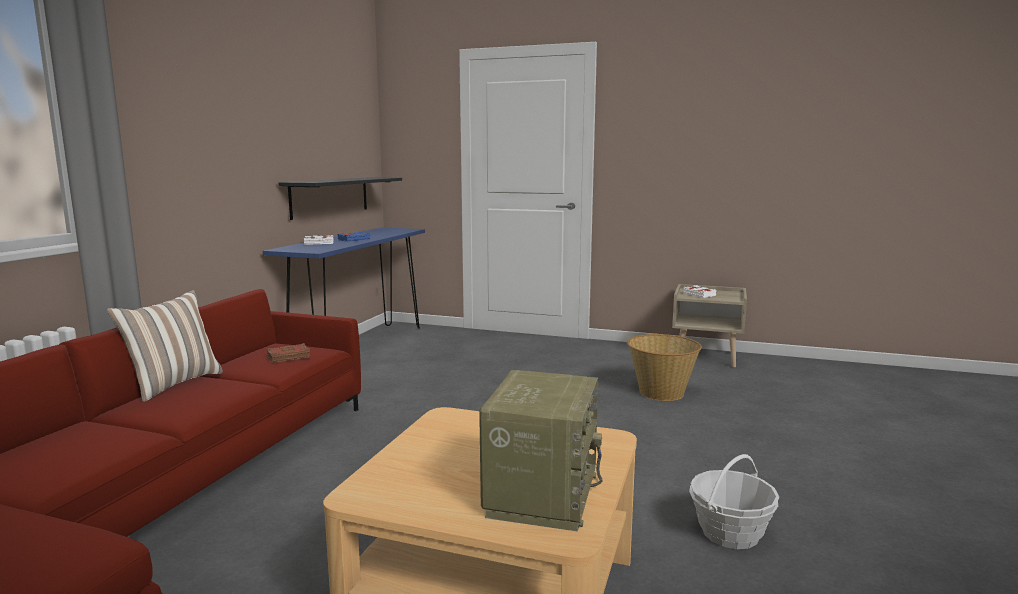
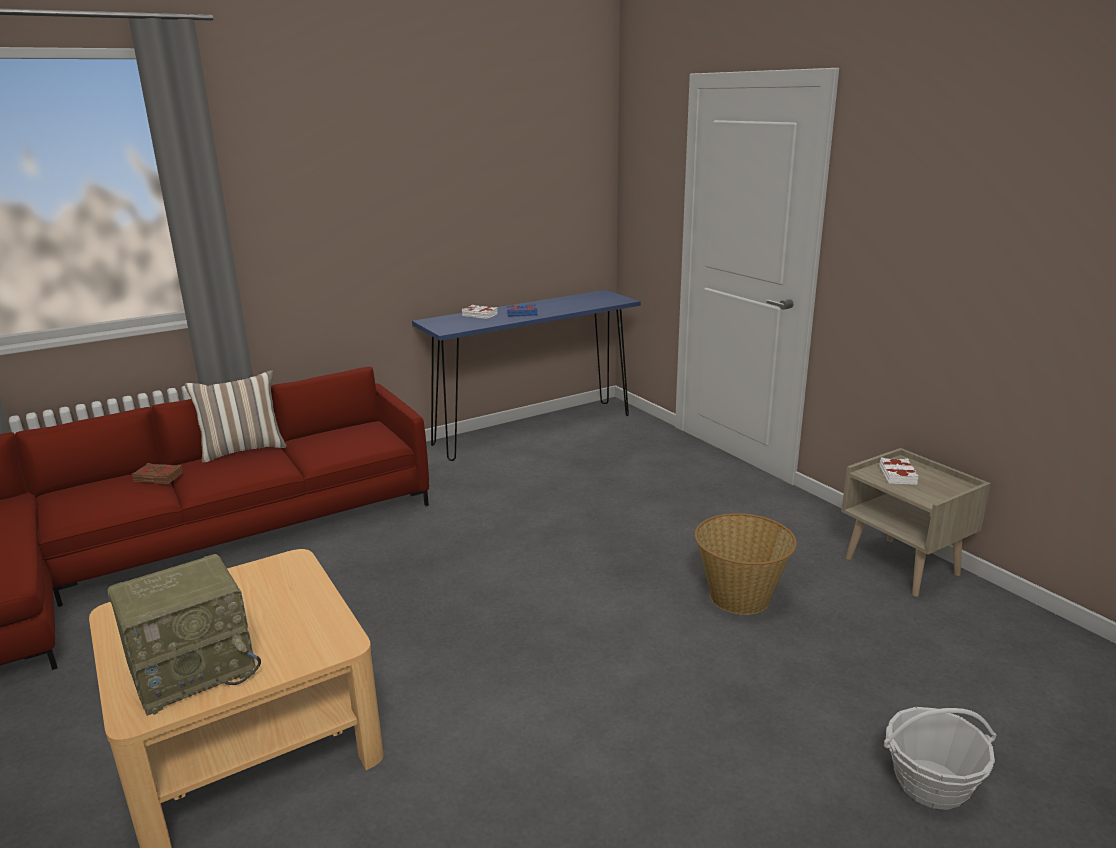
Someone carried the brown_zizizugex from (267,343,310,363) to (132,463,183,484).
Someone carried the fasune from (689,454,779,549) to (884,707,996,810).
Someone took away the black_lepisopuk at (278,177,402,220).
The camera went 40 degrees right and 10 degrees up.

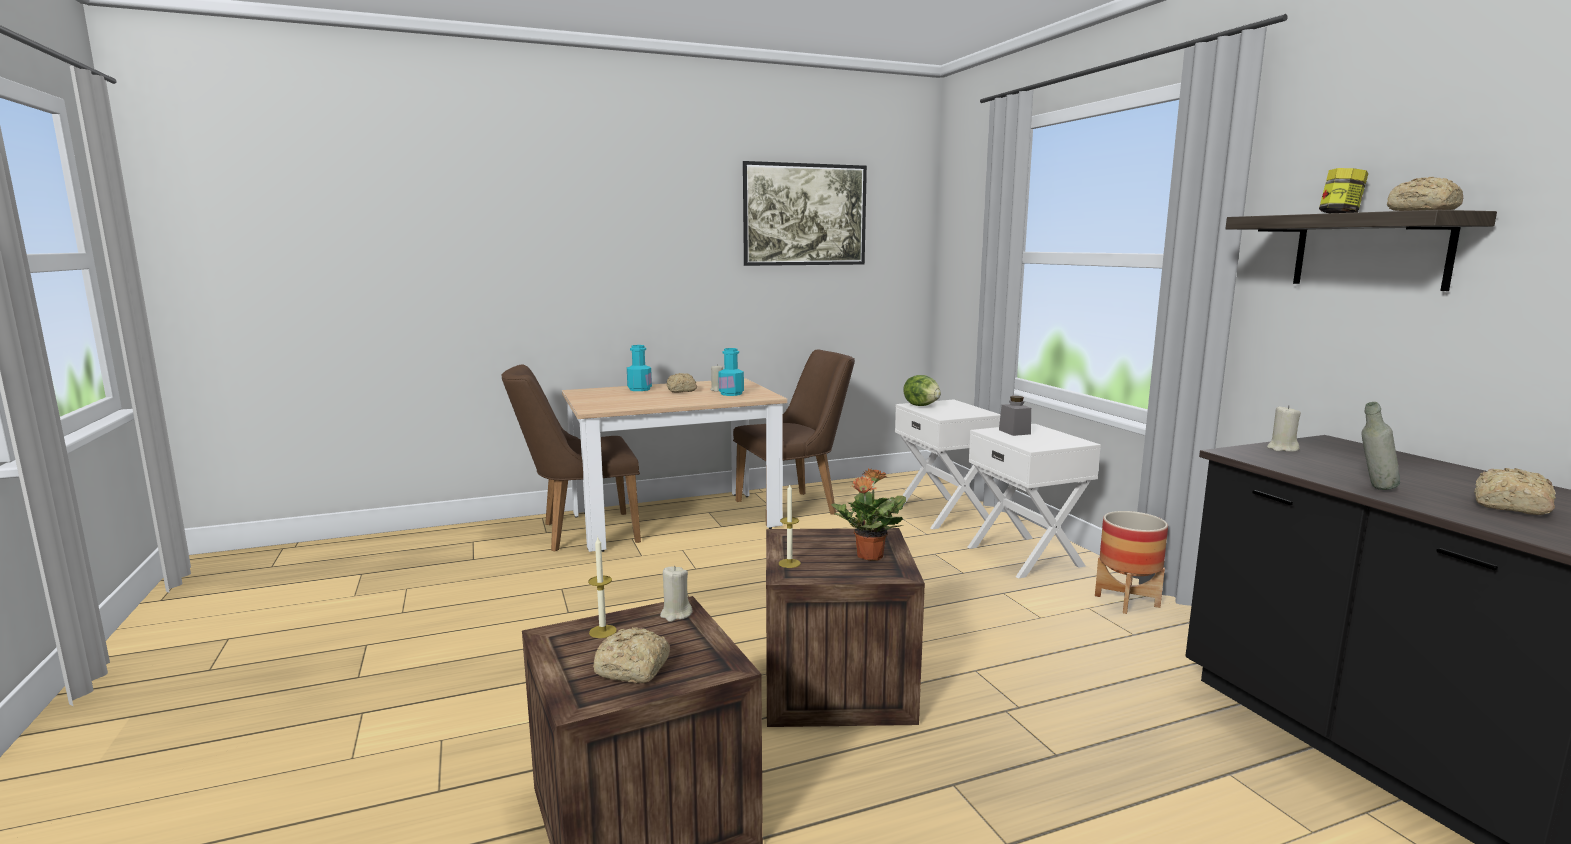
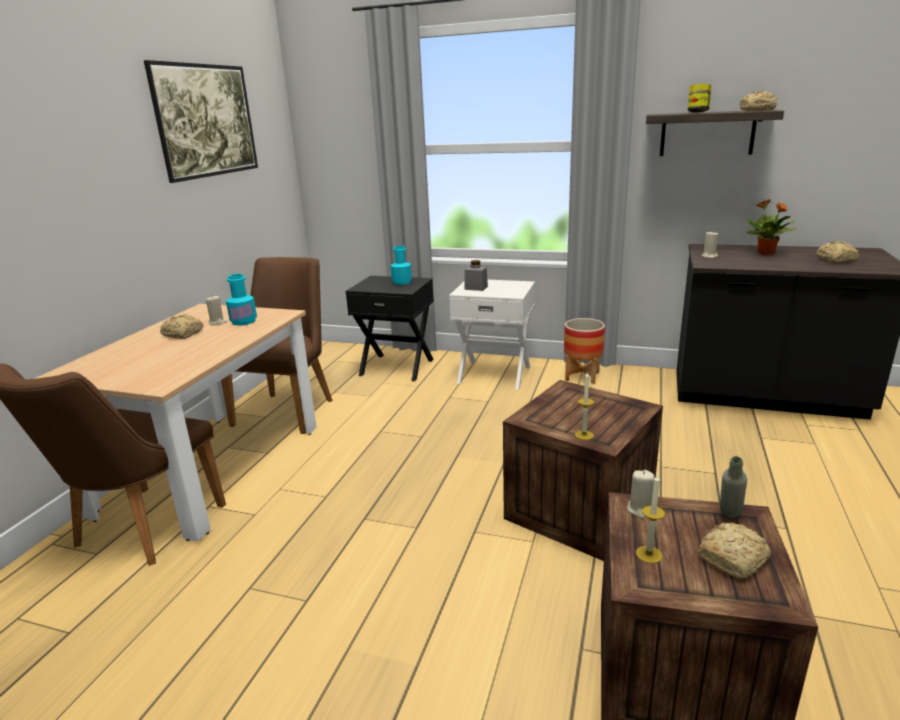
Someone repainted the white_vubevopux at (895,399,1001,529), which became the black_vubevopux at (346,276,434,381).
Someone carried the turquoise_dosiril from (627,345,652,391) to (391,245,412,285).
Someone carried the grey_dosiril from (1361,402,1400,490) to (720,456,747,518).
Someone carried the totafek from (831,468,906,561) to (745,199,796,255).
Someone took away the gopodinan at (903,375,941,406).
The camera went 50 degrees left and 10 degrees up.

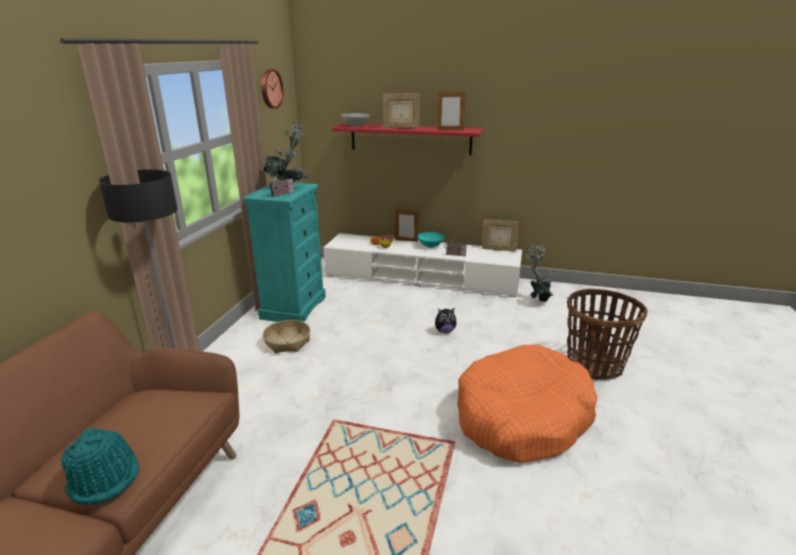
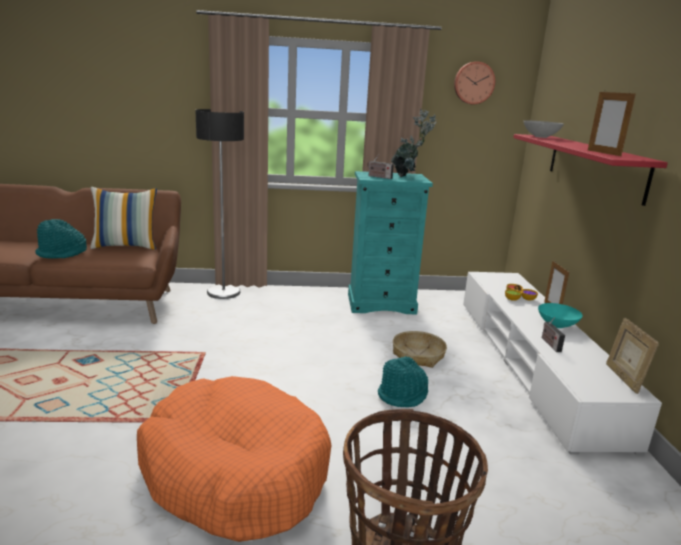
Someone put down the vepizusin at (90,187,157,250).
Someone swapped the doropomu at (435,307,456,333) for the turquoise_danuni at (378,356,428,407).
Someone carried the fasune from (263,320,310,353) to (393,331,447,368).
Someone took away the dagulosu at (383,93,419,128).
Someone took away the totafek at (525,244,556,302).
The camera went 70 degrees right and 5 degrees down.

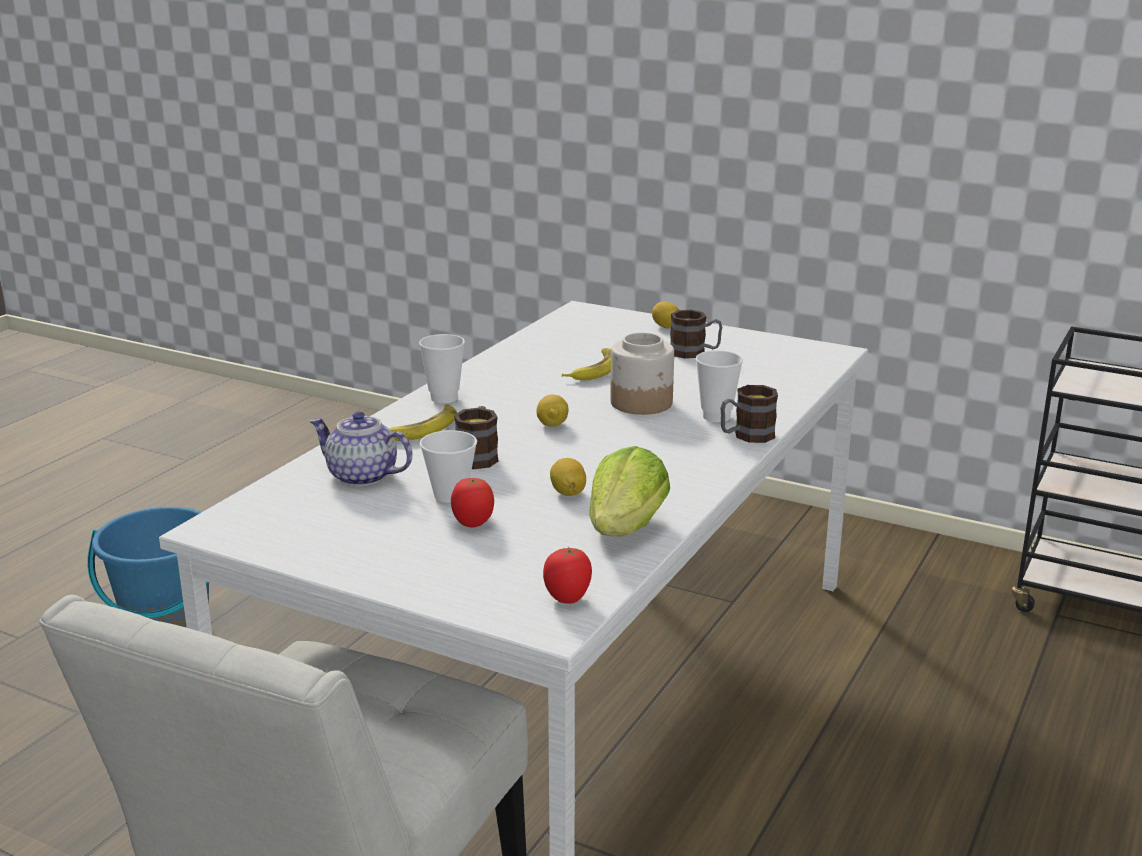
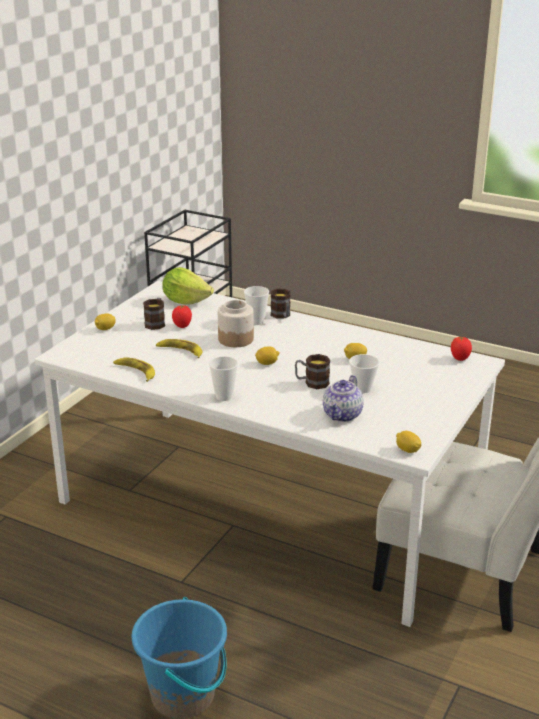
Someone carried the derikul from (389,405,457,441) to (113,357,155,382).
Someone carried the gopodinan from (589,446,670,537) to (162,267,214,304).
Someone carried the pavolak from (451,478,494,527) to (172,305,192,328).
Someone put down the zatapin at (396,431,421,453).
The camera went 90 degrees left and 5 degrees up.

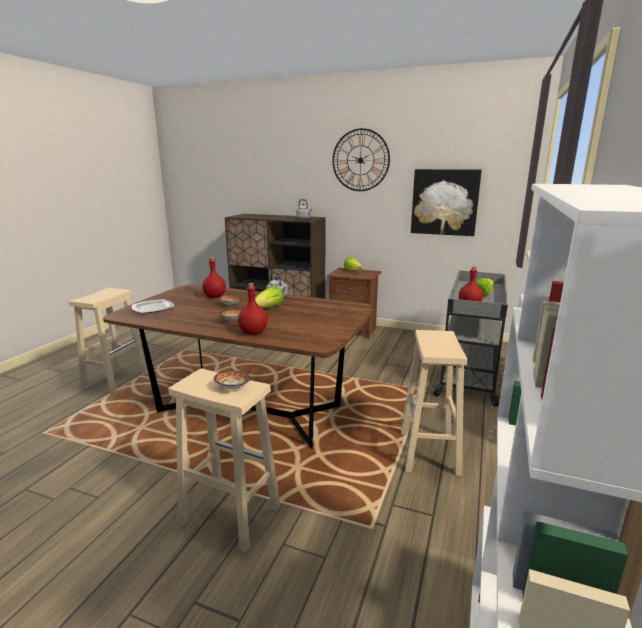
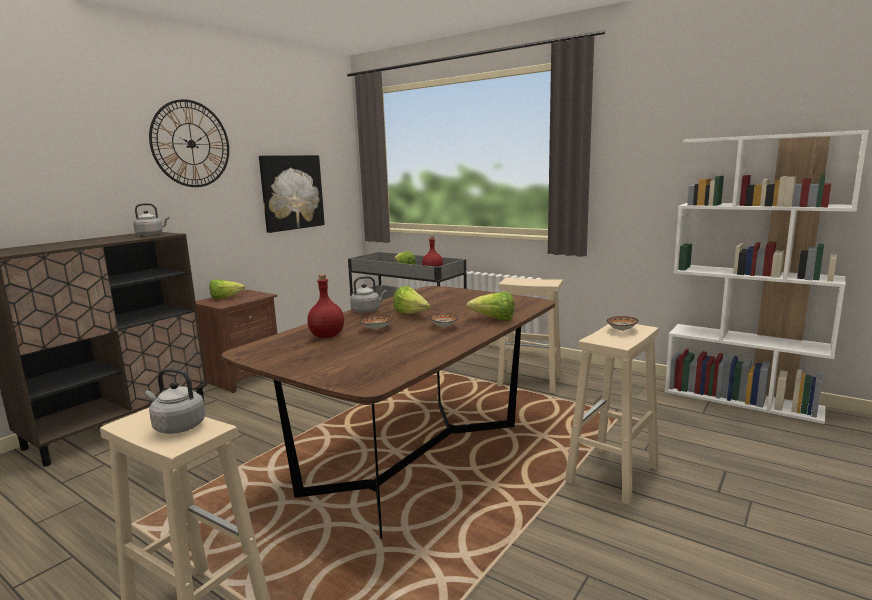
Someone put down the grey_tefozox at (145,368,206,434).
Someone swapped the red_dosiril at (238,283,268,335) for the gopodinan at (466,292,514,321).
Someone took away the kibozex at (132,299,174,313).
The camera went 75 degrees left and 5 degrees down.

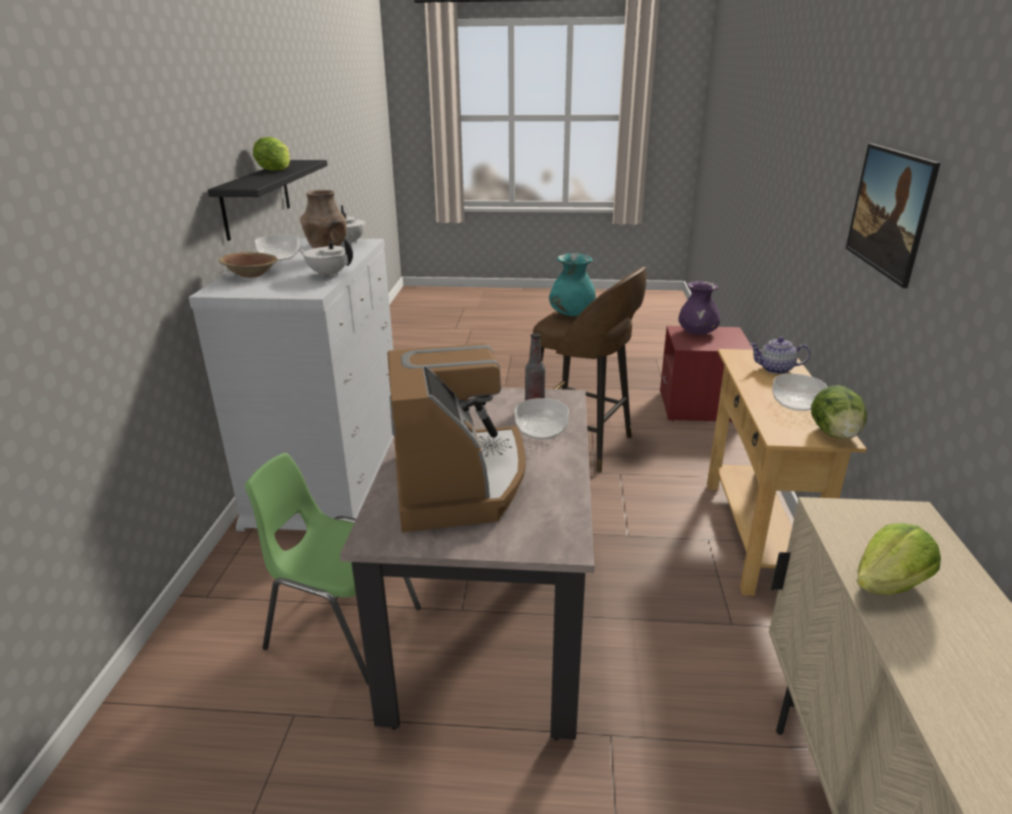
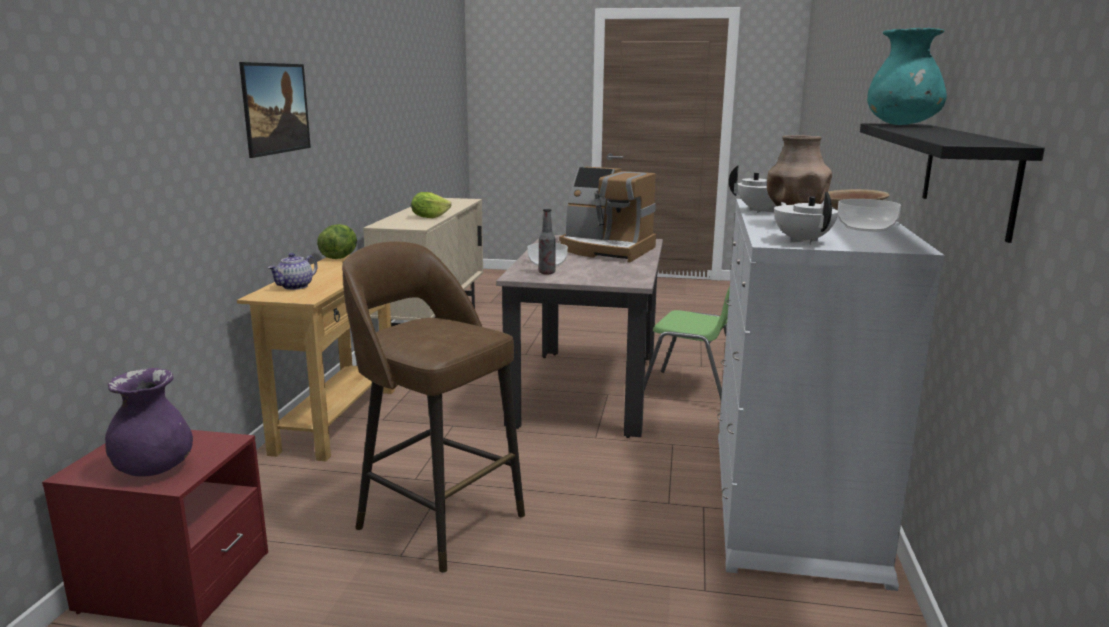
Someone rotated the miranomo at (750,337,810,374) by 105 degrees clockwise.
Someone rotated the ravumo at (387,343,526,532) by 60 degrees counterclockwise.
Someone carried the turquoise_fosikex from (549,253,596,316) to (867,28,947,125).
Someone took away the gopodinan at (253,137,290,171).
Someone took away the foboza at (772,374,827,411).
The camera went 175 degrees left and 10 degrees down.

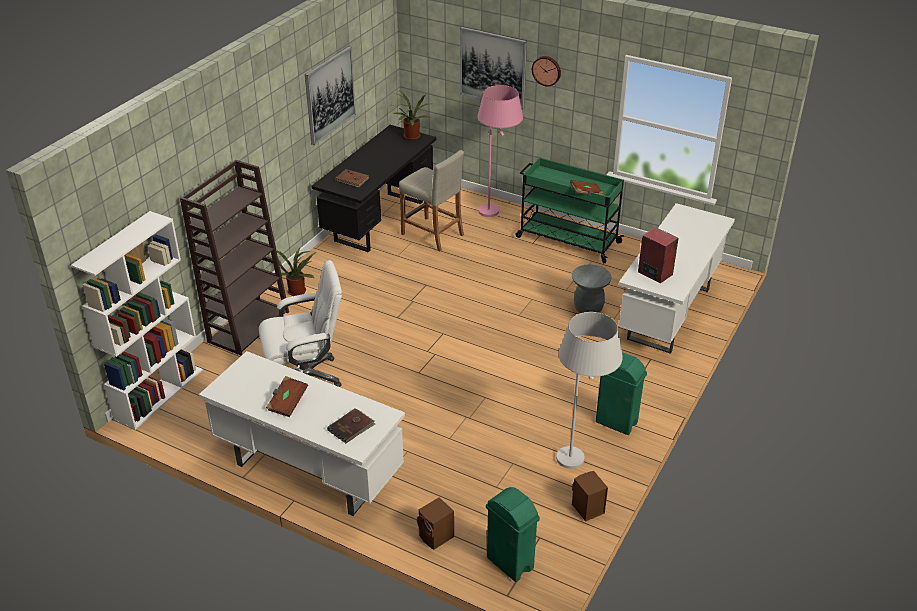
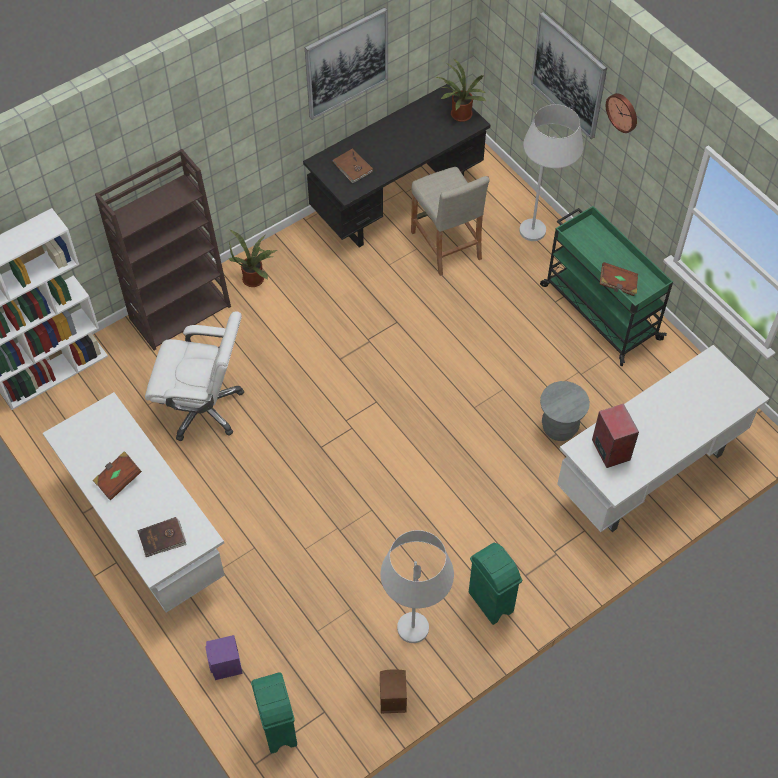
Someone repainted the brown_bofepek at (417,497,454,550), which became the purple_bofepek at (205,635,243,680).
Someone repainted the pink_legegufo at (477,85,523,217), which became the white_legegufo at (519,104,583,241).
The camera went 25 degrees right and 20 degrees up.

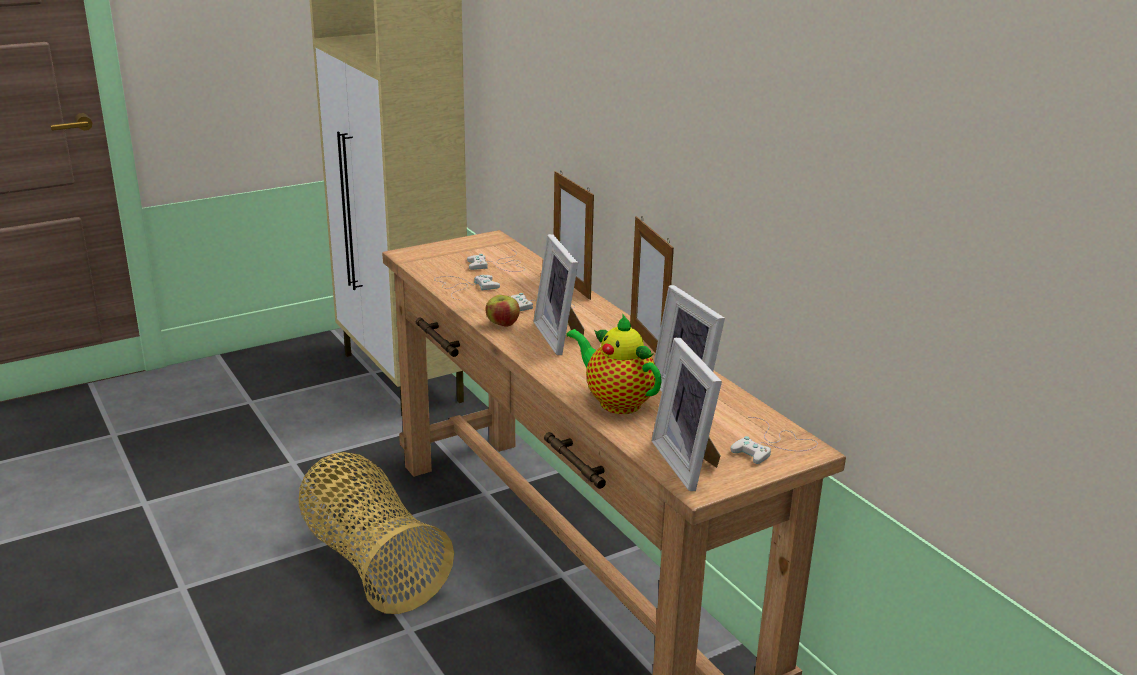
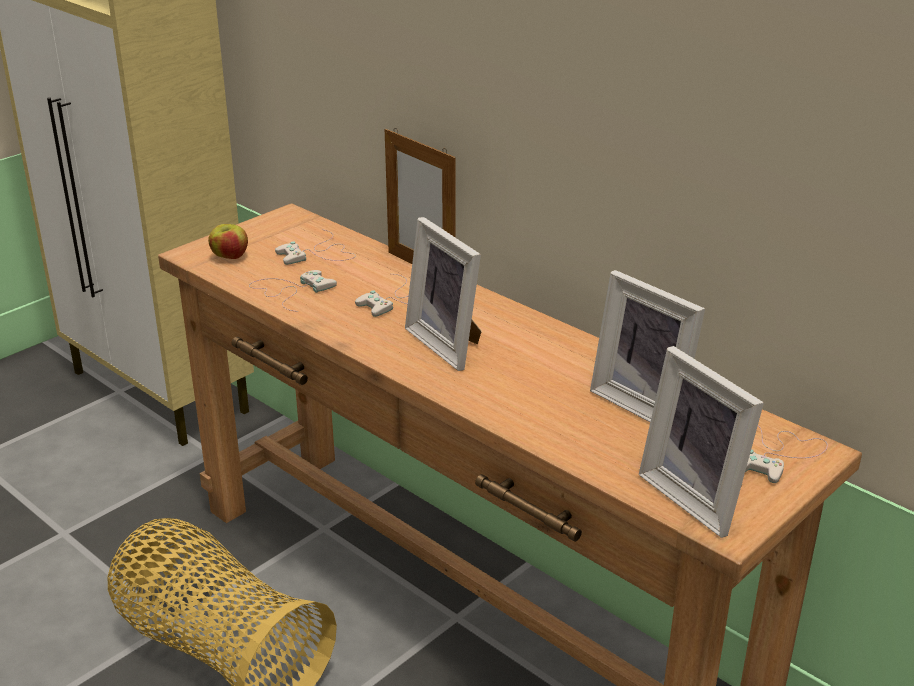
Someone carried the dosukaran from (486,295,520,327) to (208,224,248,259).
Someone took away the miranomo at (566,313,662,414).
Someone took away the dagulosu at (630,216,674,353).
The camera went 15 degrees left and 5 degrees up.

